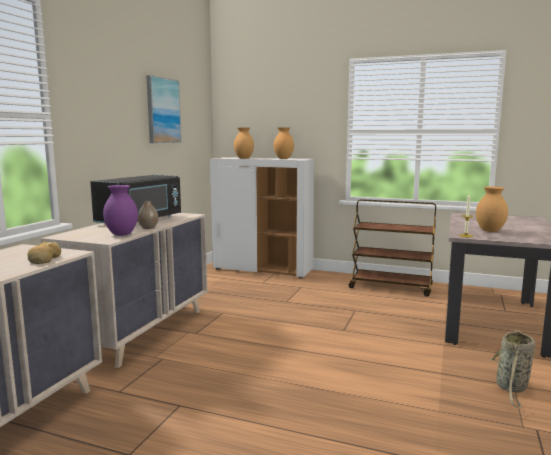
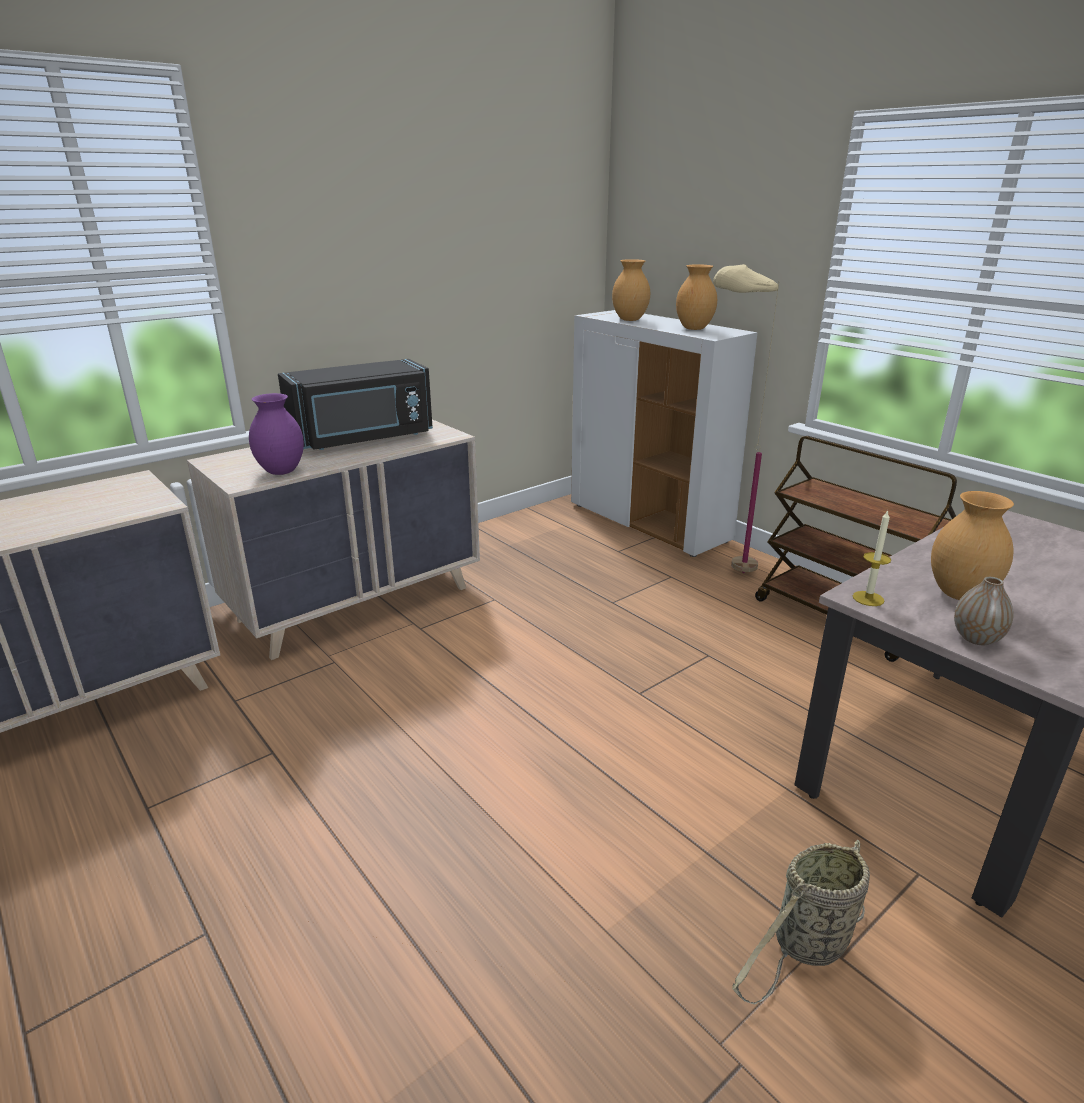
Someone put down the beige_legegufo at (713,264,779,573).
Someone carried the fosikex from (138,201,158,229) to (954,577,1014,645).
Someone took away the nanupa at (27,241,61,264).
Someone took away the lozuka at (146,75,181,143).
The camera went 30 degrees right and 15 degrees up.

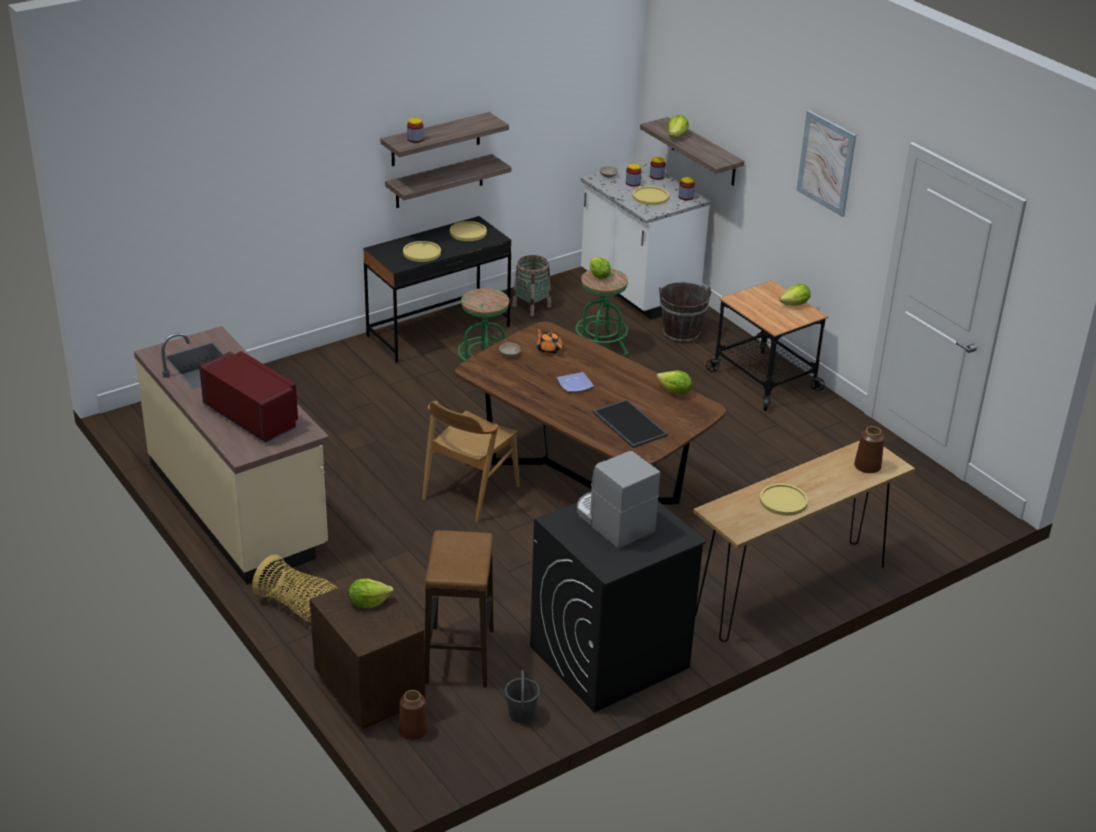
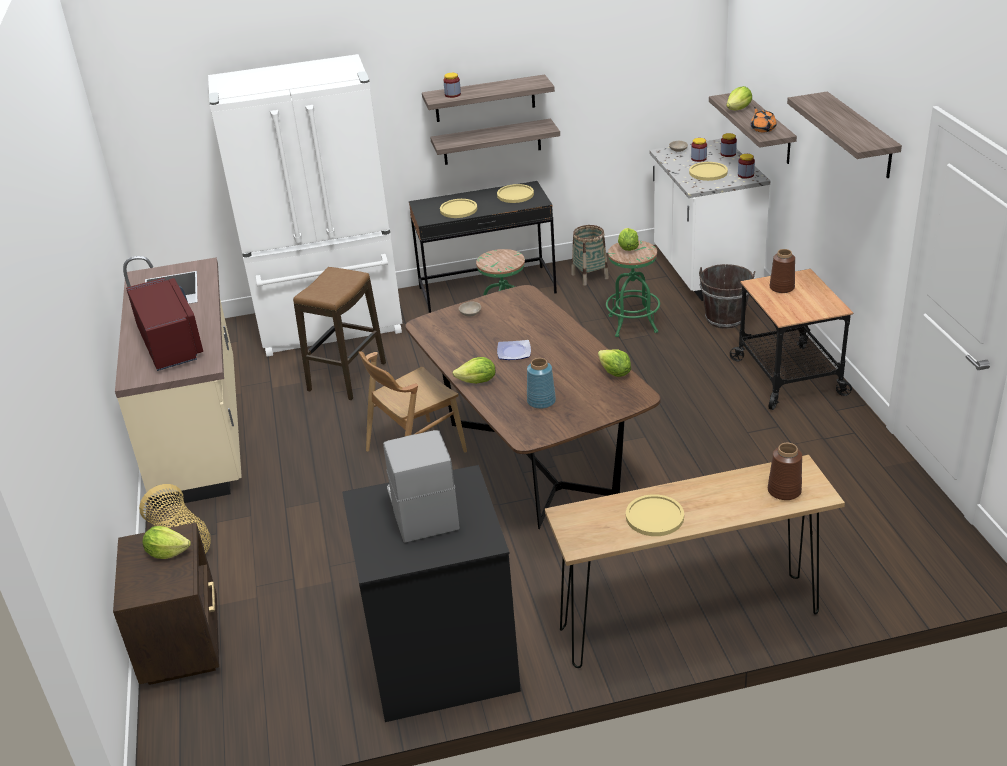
Someone put down the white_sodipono at (208,54,403,357).
Someone carried the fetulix from (425,530,494,688) to (293,267,386,400).
Someone carried the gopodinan from (779,284,811,306) to (452,357,496,384).
Someone swapped the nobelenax at (593,399,668,448) for the blue_fosikex at (527,358,556,409).
Someone carried the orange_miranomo from (536,327,563,355) to (751,107,777,132).
Someone carried the brown_fosikex from (398,690,428,740) to (770,249,795,293).
Someone swapped the lozuka at (796,110,856,217) for the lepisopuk at (787,91,902,178).
Someone took away the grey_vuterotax at (505,670,540,723).
The camera went 25 degrees right and 0 degrees up.

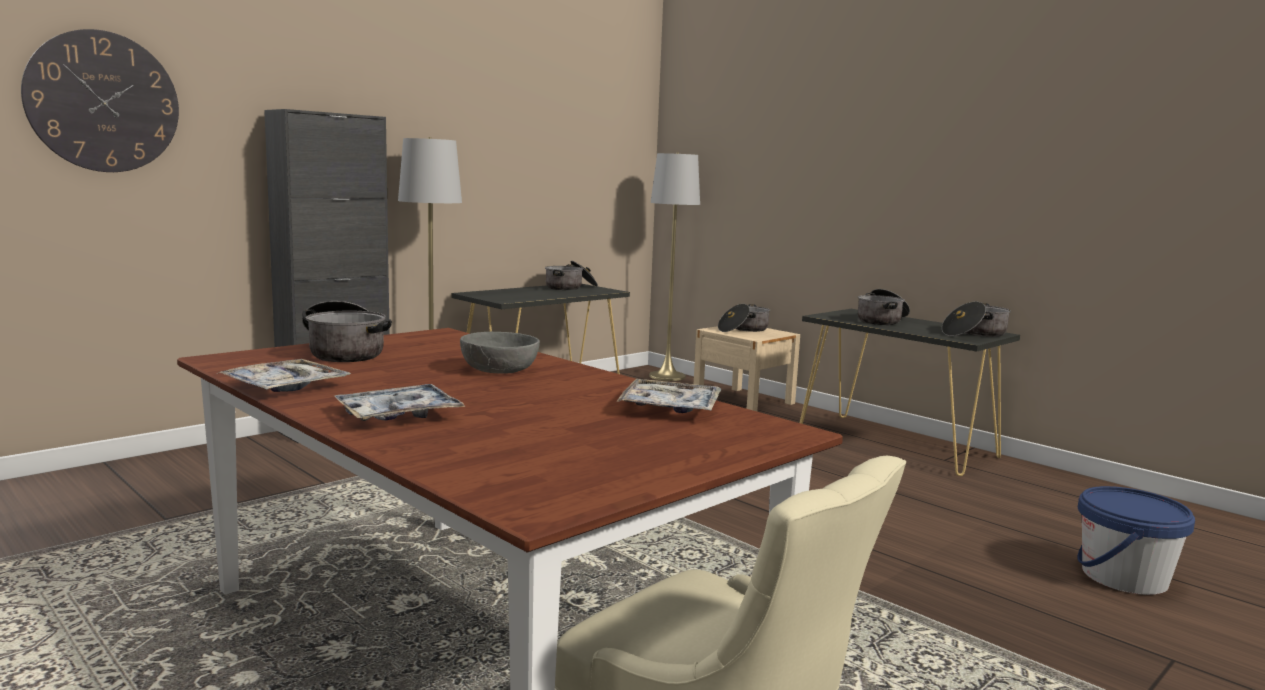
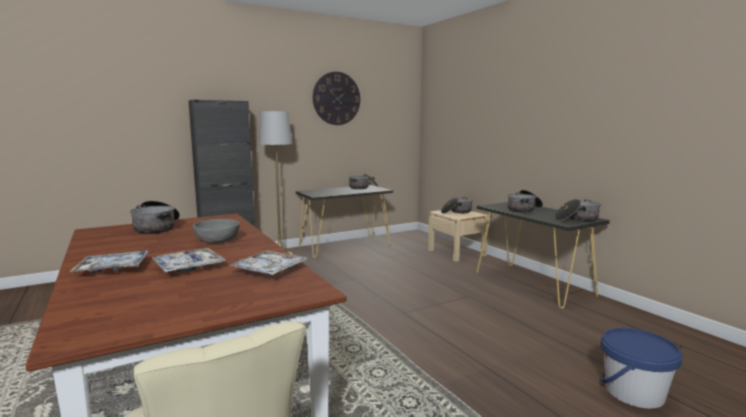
Someone carried the nobelenax from (219,359,350,392) to (152,248,226,272).
Someone carried the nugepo from (21,29,179,172) to (313,72,360,125).
Someone took away the grey_legegufo at (649,152,700,381).
The camera went 15 degrees right and 0 degrees up.

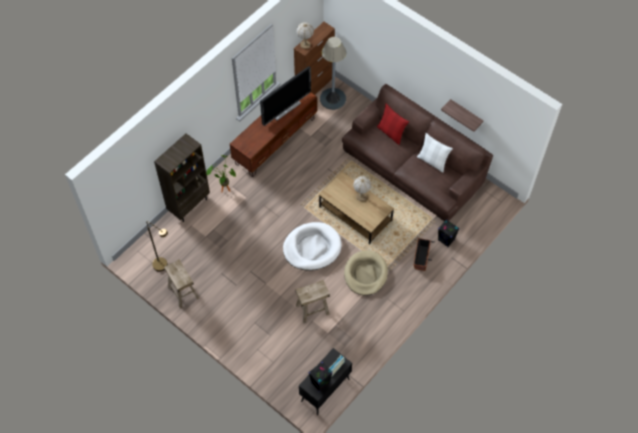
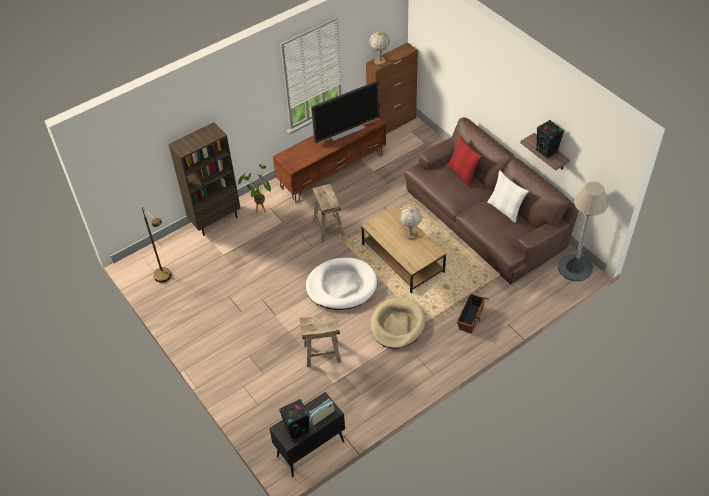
Someone carried the beige_fetulix from (164,260,199,309) to (312,183,345,243).
Someone carried the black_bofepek from (438,219,460,247) to (536,120,564,159).
Someone carried the grey_legegufo from (320,37,346,110) to (558,182,608,281).
The camera went 15 degrees right and 10 degrees down.

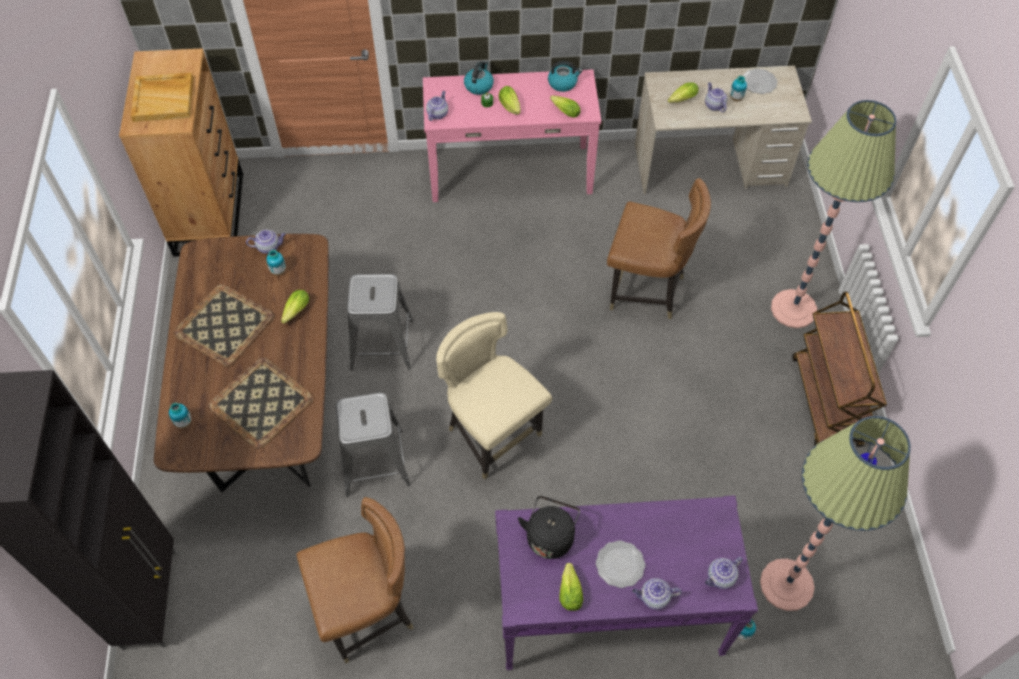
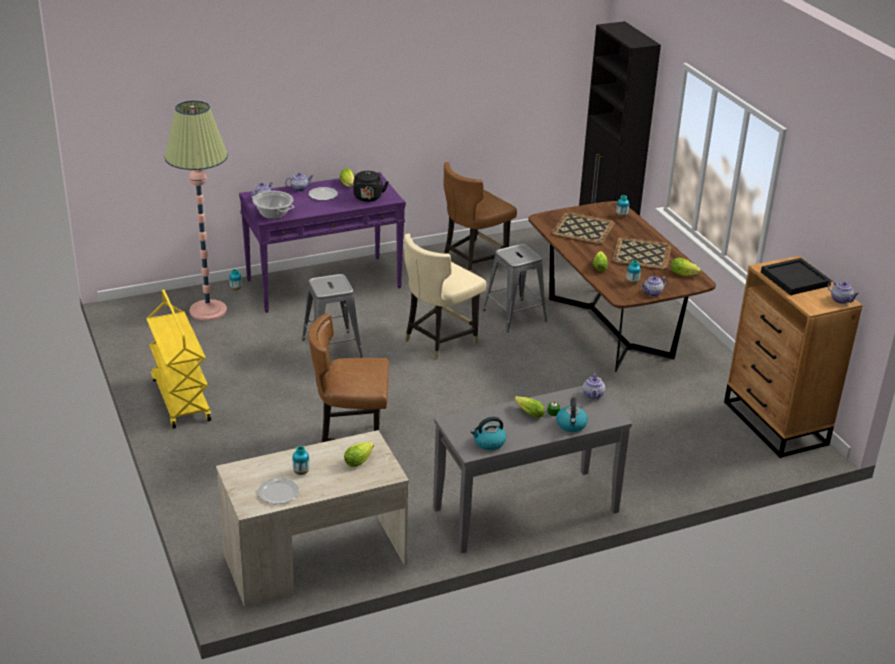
Someone repainted the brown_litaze at (792,292,887,447), which became the yellow_litaze at (146,290,211,429).
Someone put down the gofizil at (252,191,295,219).
Someone carried the grey_fetulix from (347,274,413,370) to (302,274,363,358).
Someone rotated the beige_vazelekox at (436,312,552,480) by 105 degrees clockwise.
Someone repainted the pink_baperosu at (423,69,601,202), which became the grey_baperosu at (433,386,632,554).
Someone carried the gopodinan from (550,95,581,118) to (671,258,701,276).
Someone repainted the beige_nobelenax at (131,73,193,122), which became the black_nobelenax at (761,258,831,295).
Someone carried the miranomo from (705,82,727,112) to (827,280,859,304).
Someone took away the legegufo at (771,100,896,328).
The camera went 160 degrees right and 25 degrees down.

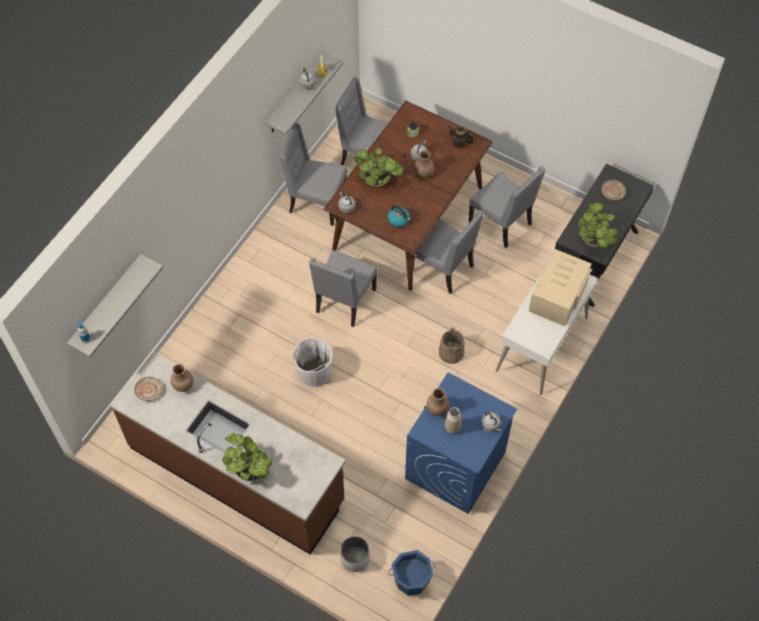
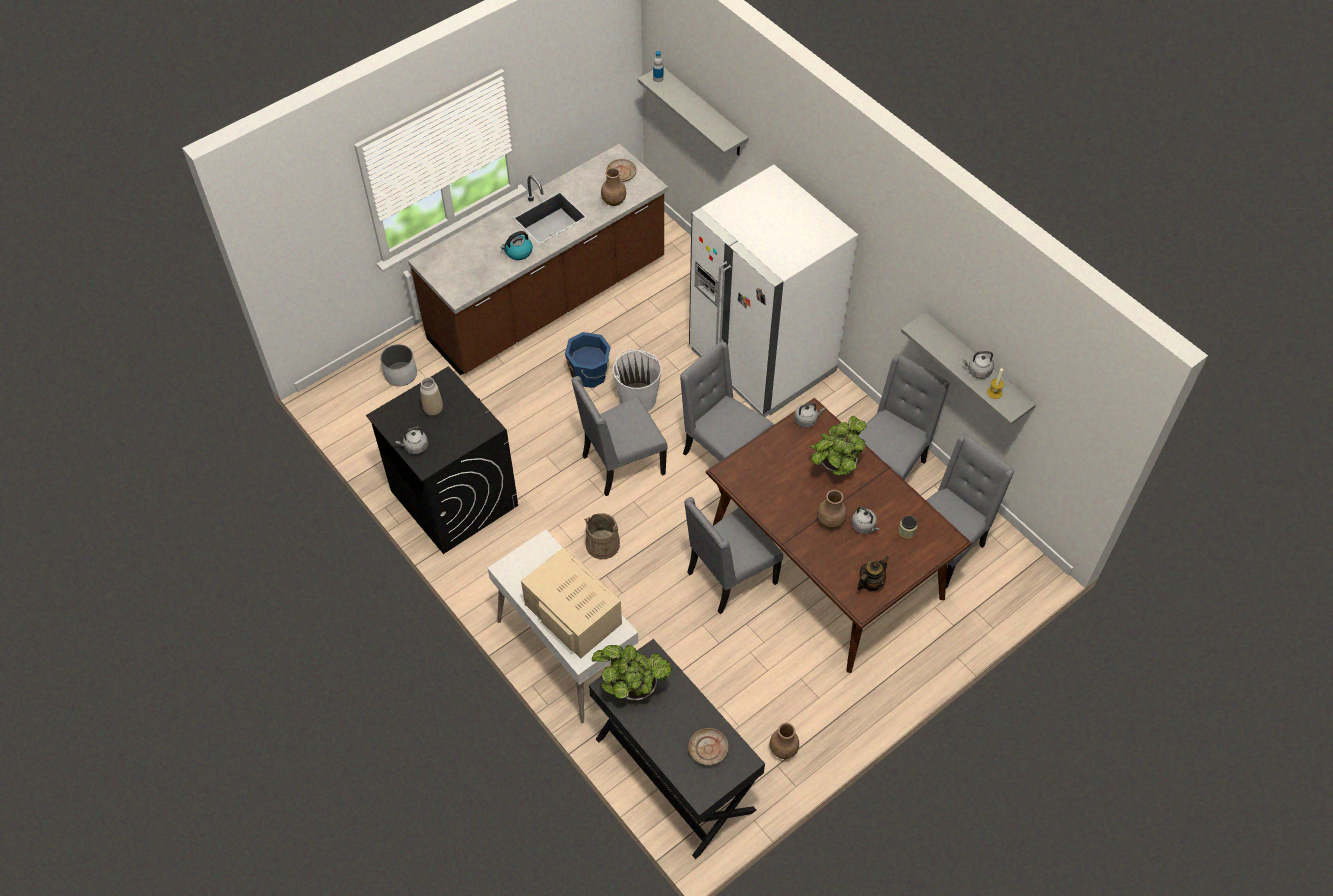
Someone repainted the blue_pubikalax at (405,372,517,514), which became the black_pubikalax at (366,366,518,554).
Someone carried the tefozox from (388,205,411,227) to (501,231,533,260).
Someone carried the blue_vuterotax from (388,550,435,596) to (565,332,611,388).
Someone carried the grey_vazelekox from (469,166,545,248) to (571,376,668,496).
Someone put down the white_sodipono at (689,165,858,417).
Someone carried the brown_fosikex from (426,388,449,416) to (770,723,799,759).
Someone took away the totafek at (222,433,272,482).
The camera went 110 degrees right and 5 degrees down.

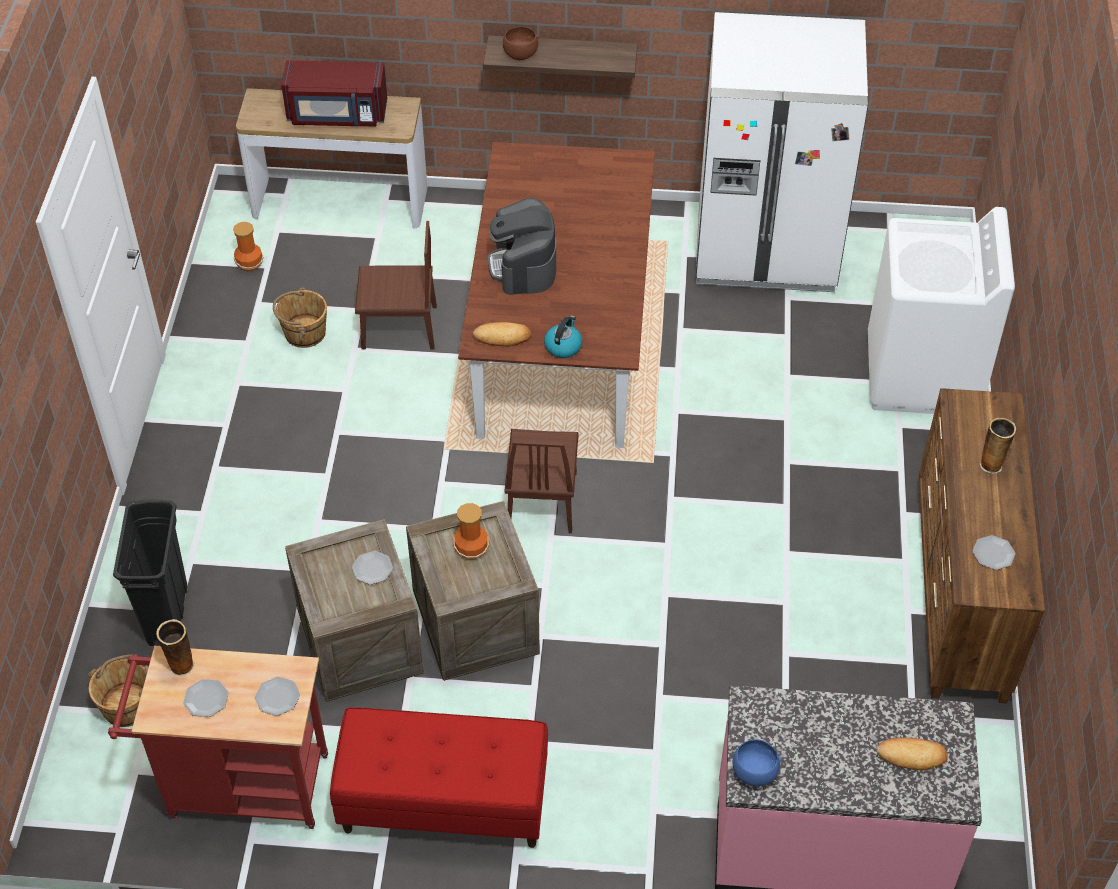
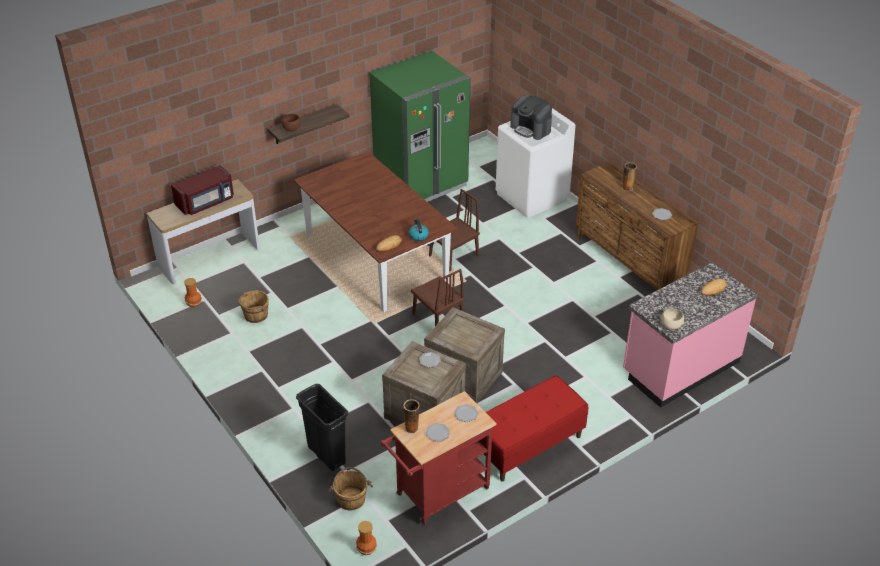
Someone carried the fosikex from (454,503,489,560) to (356,521,377,555).
Someone repainted the white_sodipono at (695,12,868,292), which became the green_sodipono at (370,51,470,202).
Someone carried the brown_vazelekox from (355,221,437,350) to (429,189,480,272).
Someone carried the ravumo from (488,198,556,295) to (510,95,552,140).
Someone repainted the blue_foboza at (732,740,782,786), which became the beige_foboza at (661,308,684,330).
The camera went 40 degrees left and 10 degrees down.

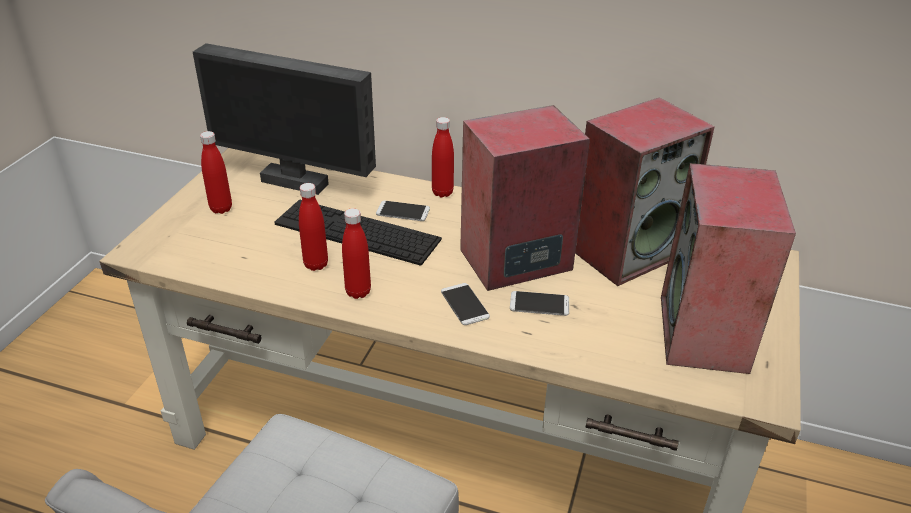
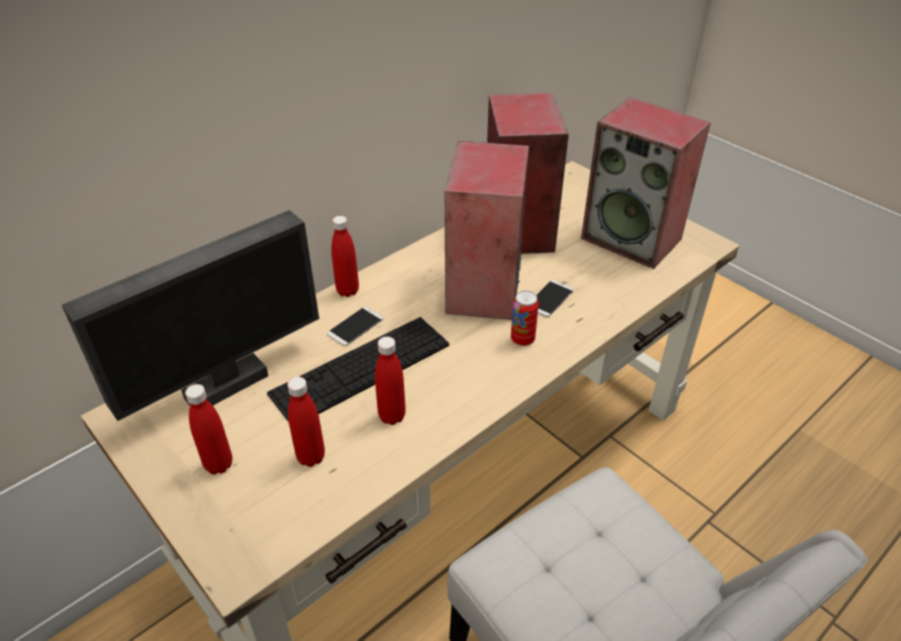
Someone carried the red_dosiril from (342,208,371,299) to (287,377,325,467).
Someone swapped the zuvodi at (441,283,490,325) for the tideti at (511,290,539,346).
The camera went 60 degrees left and 5 degrees up.

